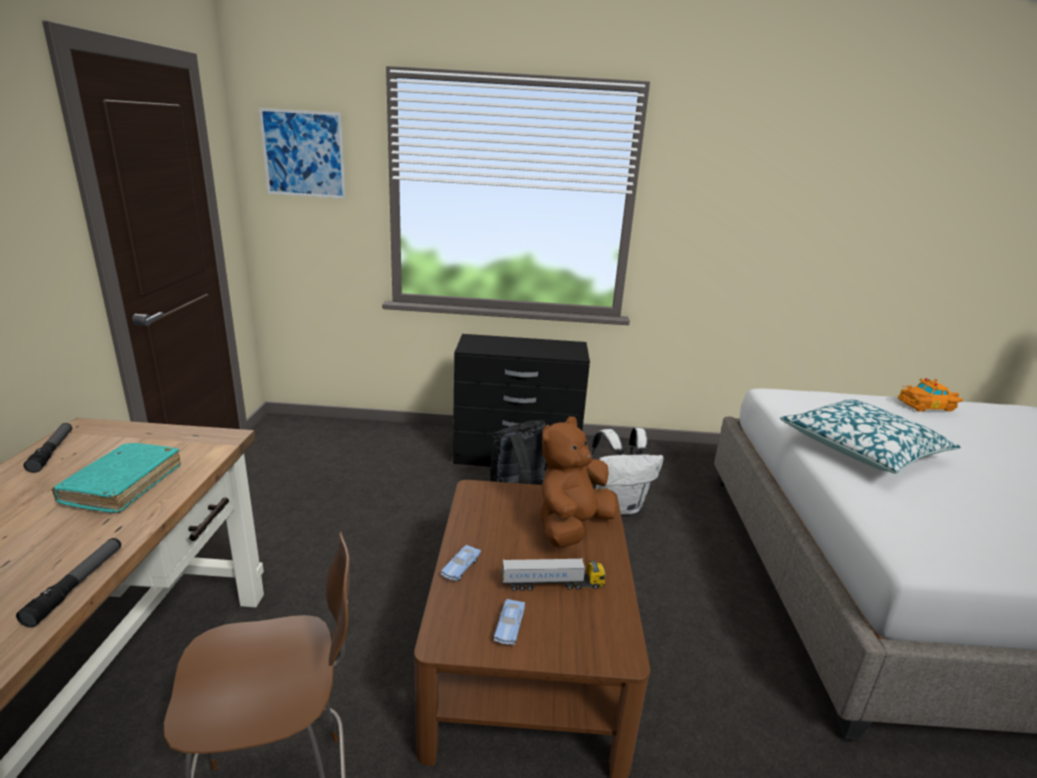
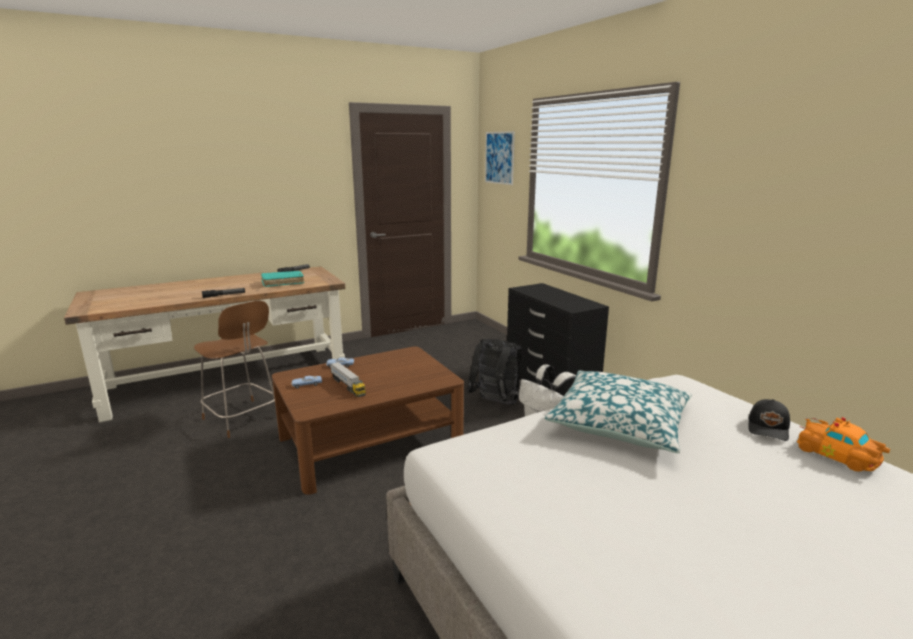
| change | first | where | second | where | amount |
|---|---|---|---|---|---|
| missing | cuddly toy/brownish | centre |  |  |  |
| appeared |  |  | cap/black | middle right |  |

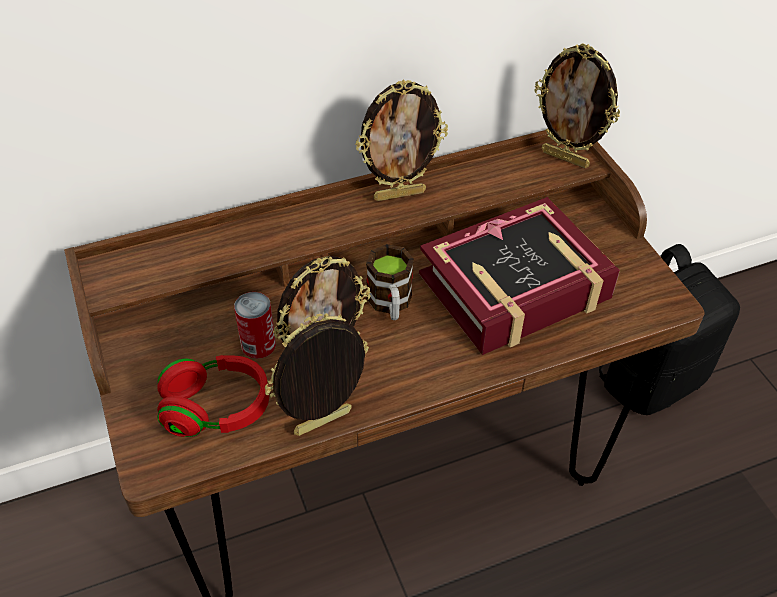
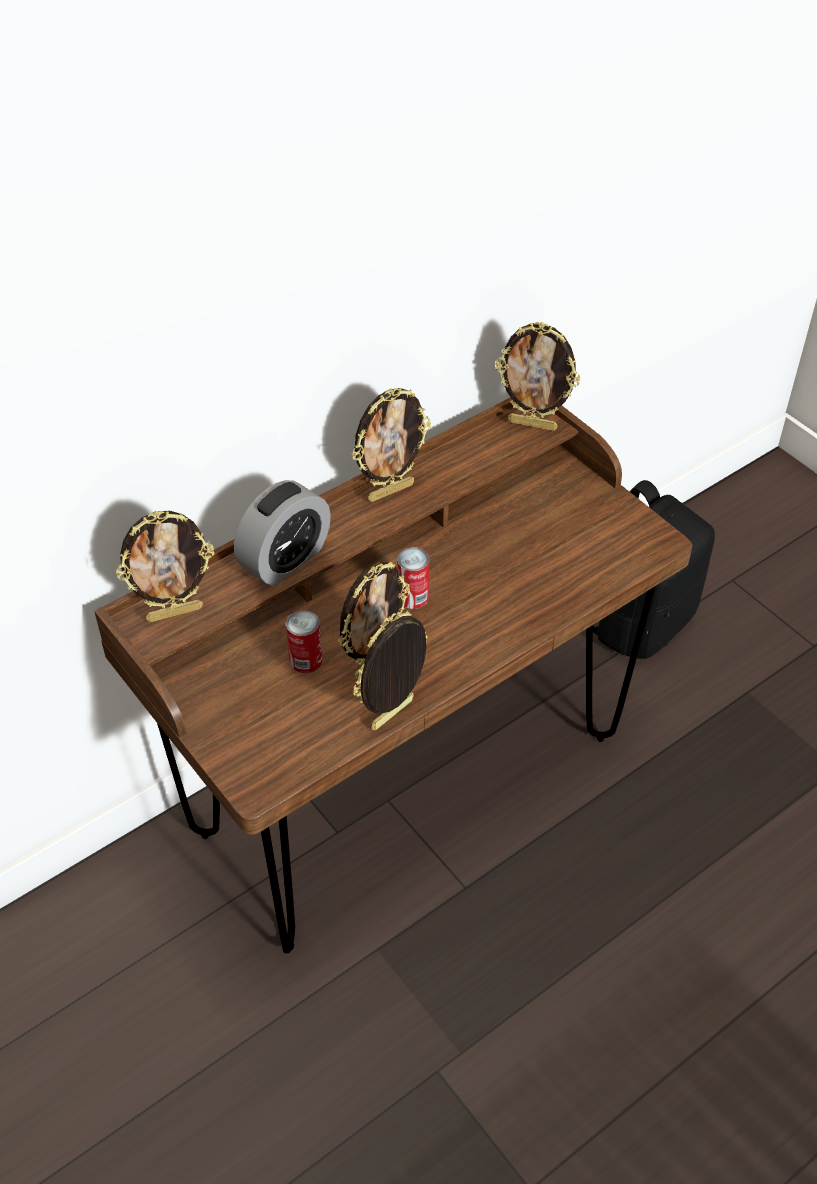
| change | first | where | second | where | amount |
|---|---|---|---|---|---|
| missing | volume | middle right |  |  |  |
| exchanged | coffee mug | centre | sealed can (no. 2 from left) | centre |  |
| missing | headset/red-coloured | middle left |  |  |  |
| appeared |  |  | table clock | centre |  |
| appeared |  |  | photo frame (no. 1 from left) | middle left |  |

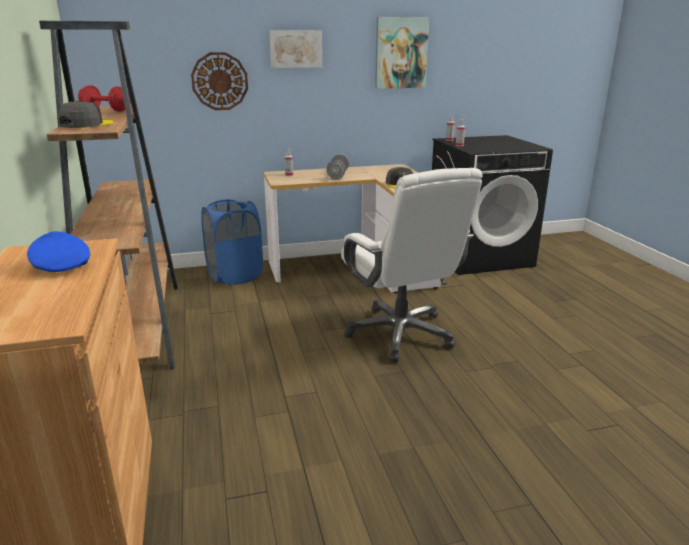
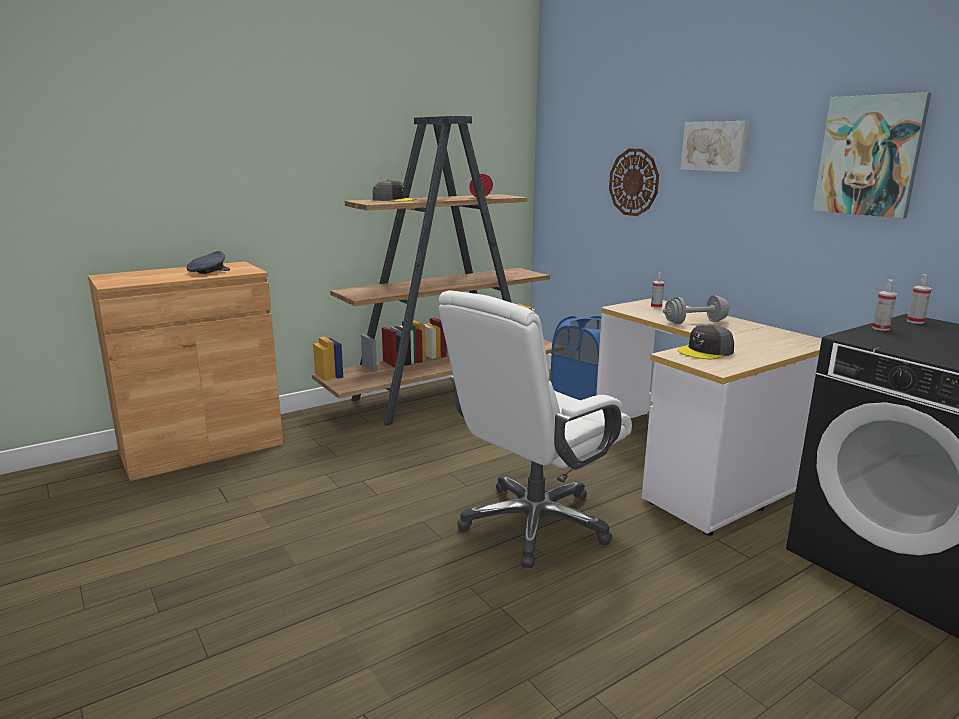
| change | first | where | second | where | amount |
|---|---|---|---|---|---|
| colour | cap/blue-coloured | middle left | cap/gray (no. 1 from left) | middle left |  |

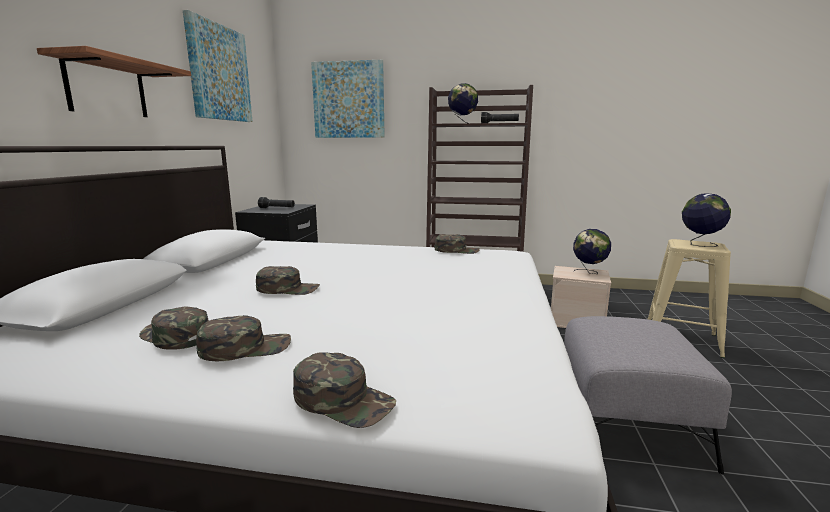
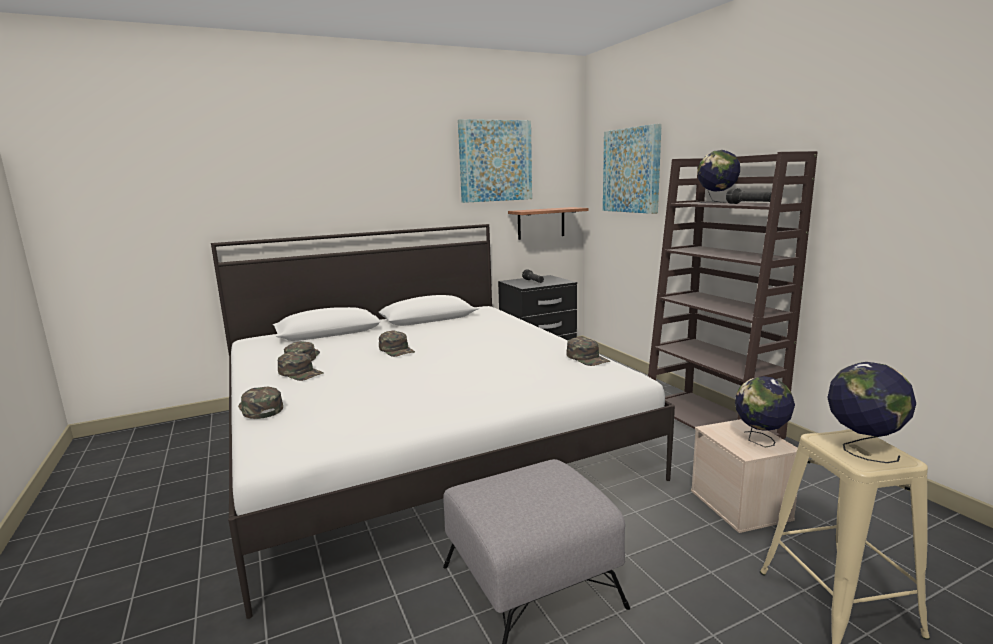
| change | first | where | second | where | amount |
|---|---|---|---|---|---|
| relocated | wall shelf | top left |  | centre |  |
| spun | cap/green-coloured (no. 4 from left in the first image) | bottom centre | cap/green-coloured (no. 1 from left) | middle left | 150 degrees clockwise |

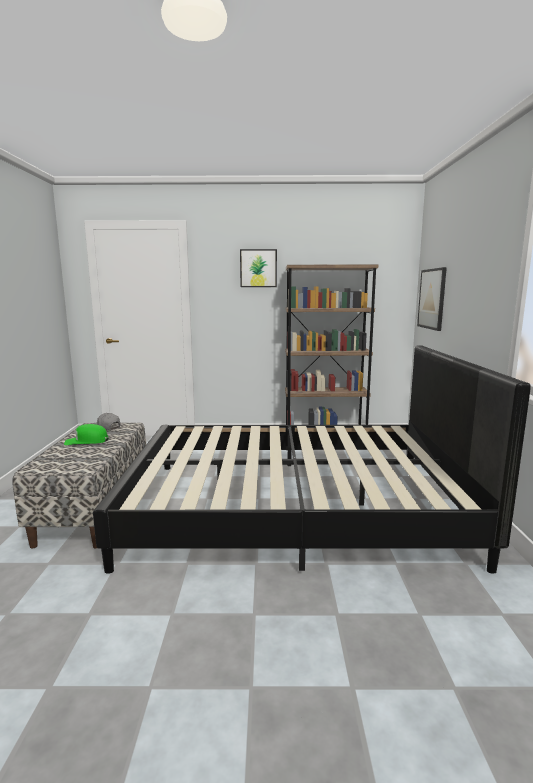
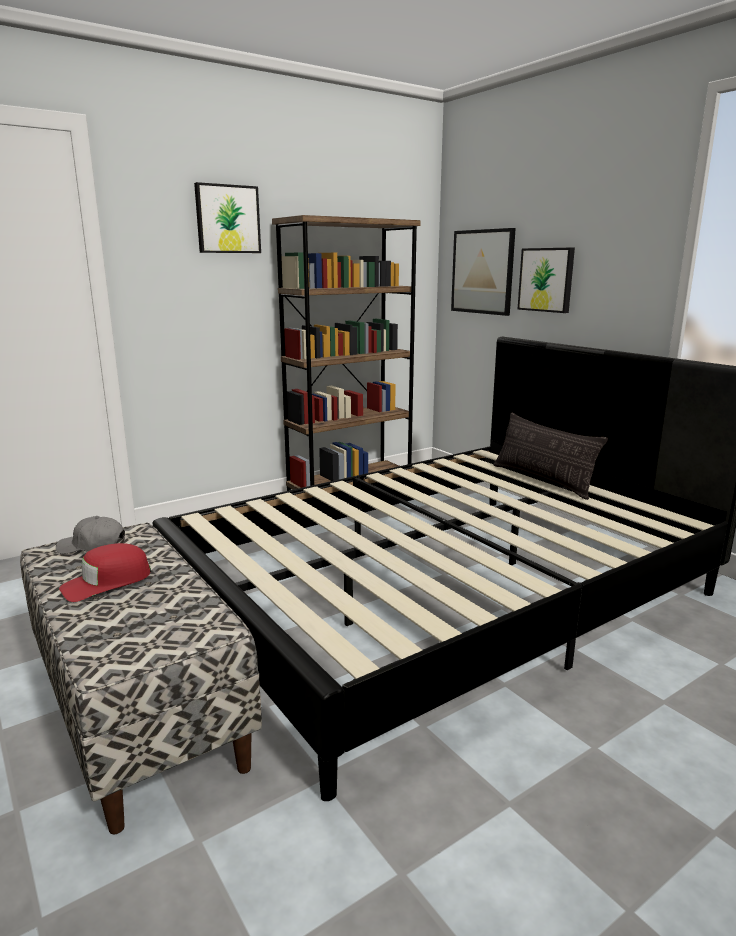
| change | first | where | second | where | amount |
|---|---|---|---|---|---|
| colour | cap/green-coloured | middle left | cap/red-coloured | middle left |  |
| appeared |  |  | wall art (no. 3 from left) | top right |  |
| appeared |  |  | throw pillow | middle right |  |

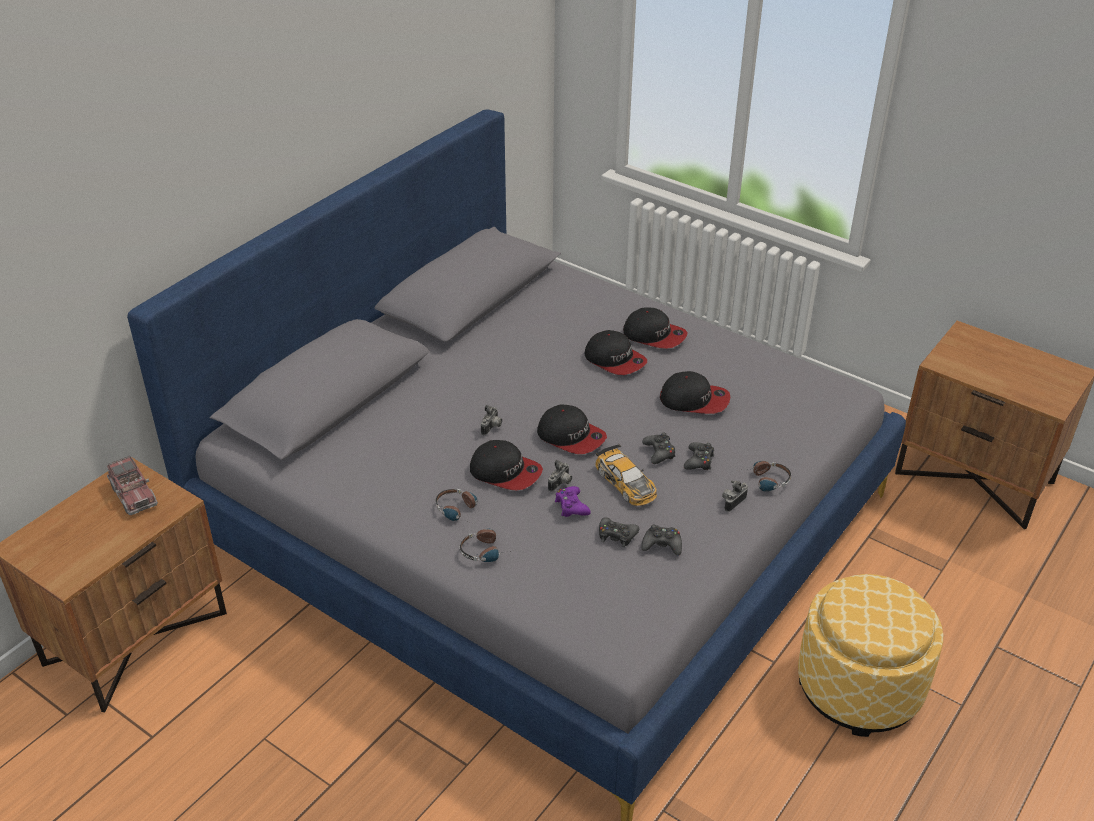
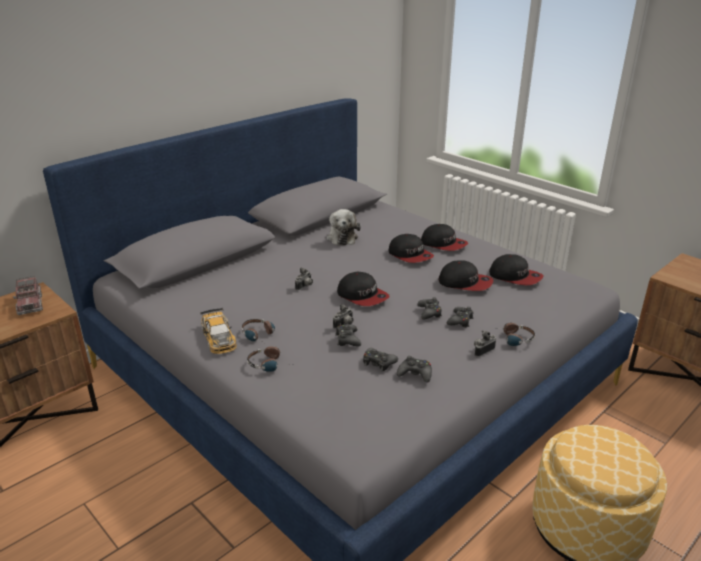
| change | first | where | second | where | amount |
|---|---|---|---|---|---|
| relocated | cap (no. 1 from left in the first image) | centre | cap (no. 5 from left) | middle right |  |
| relocated | model car | centre |  | middle left |  |
| colour | game controller/purplish | centre | game controller/black (no. 1 from left) | centre |  |
| appeared |  |  | cuddly toy | centre |  |

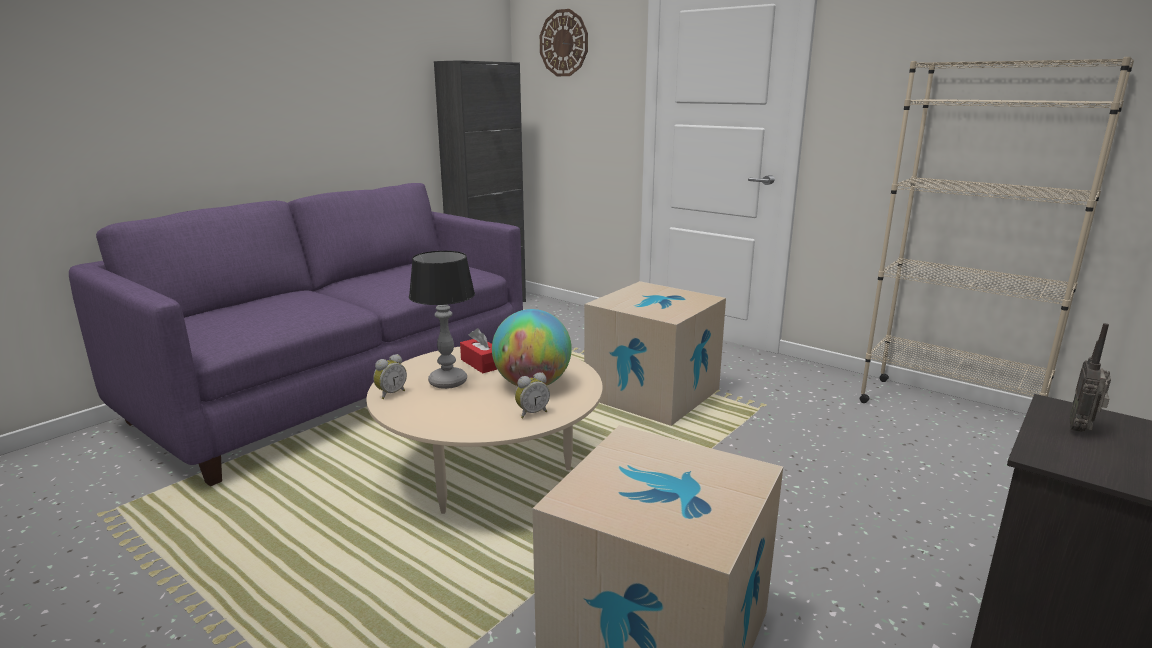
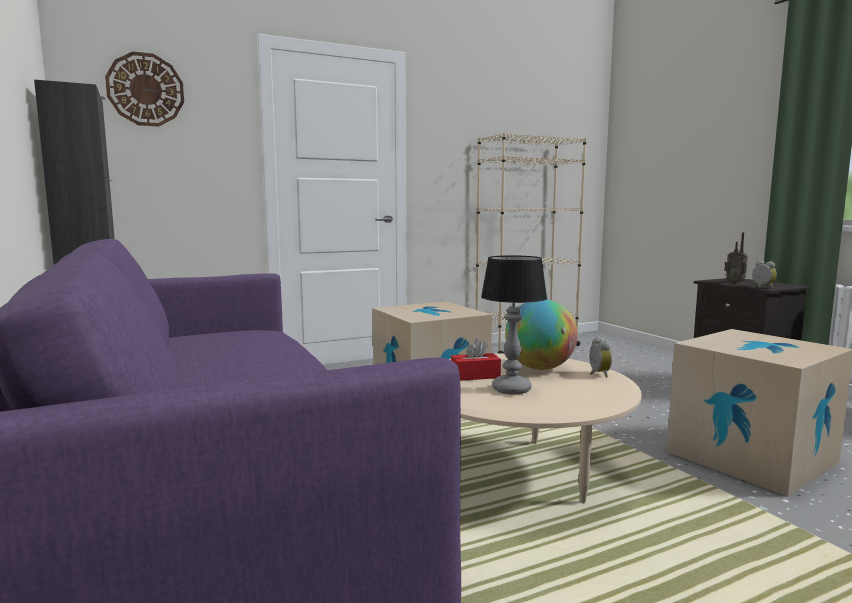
| change | first | where | second | where | amount |
|---|---|---|---|---|---|
| relocated | table clock (no. 1 from left in the first image) | centre | table clock (no. 2 from left) | middle right |  |

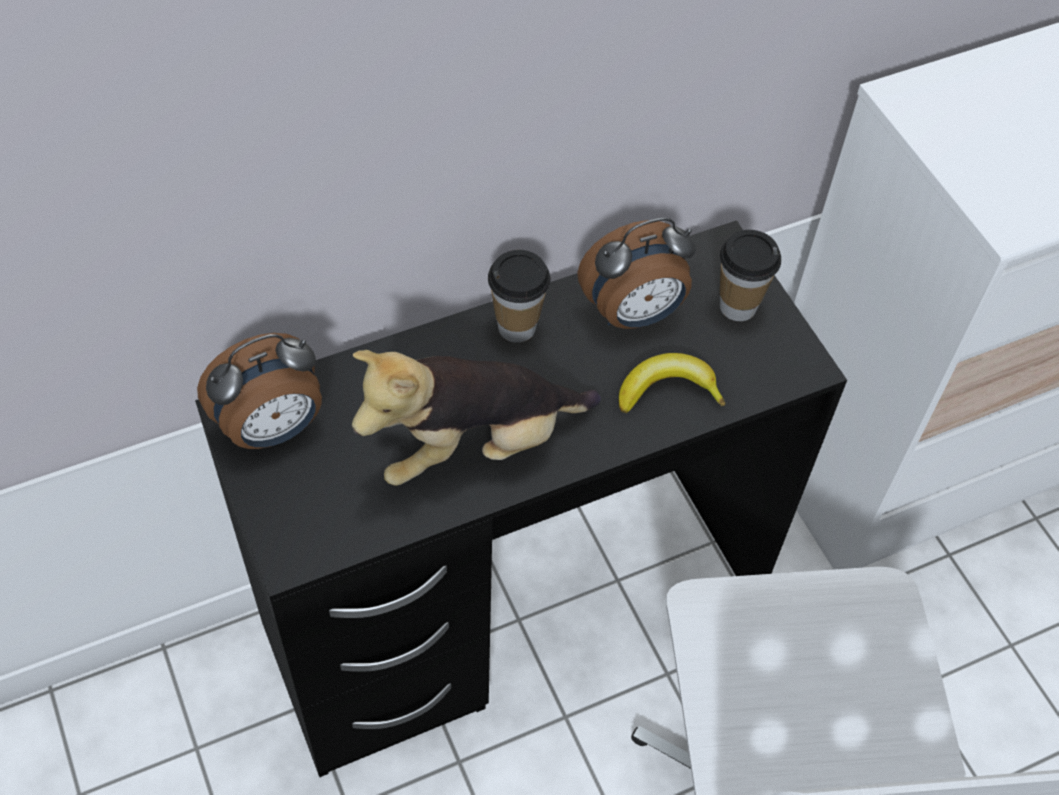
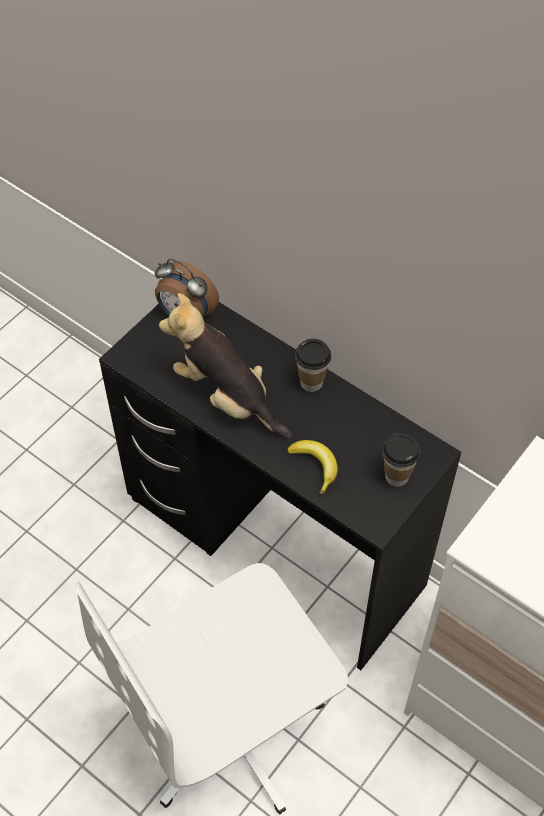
| change | first | where | second | where | amount |
|---|---|---|---|---|---|
| missing | table clock (no. 2 from left) | centre |  |  |  |

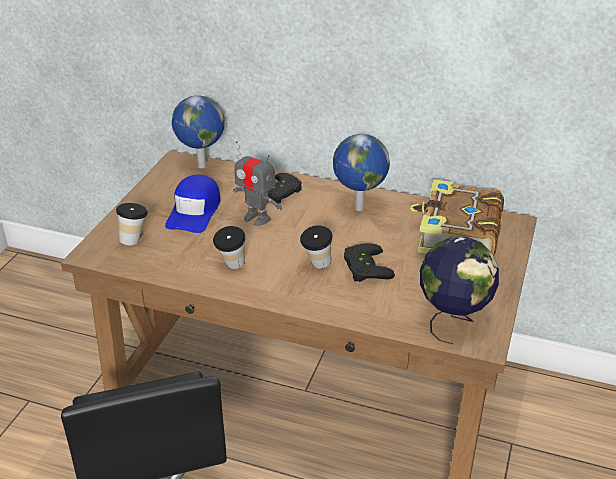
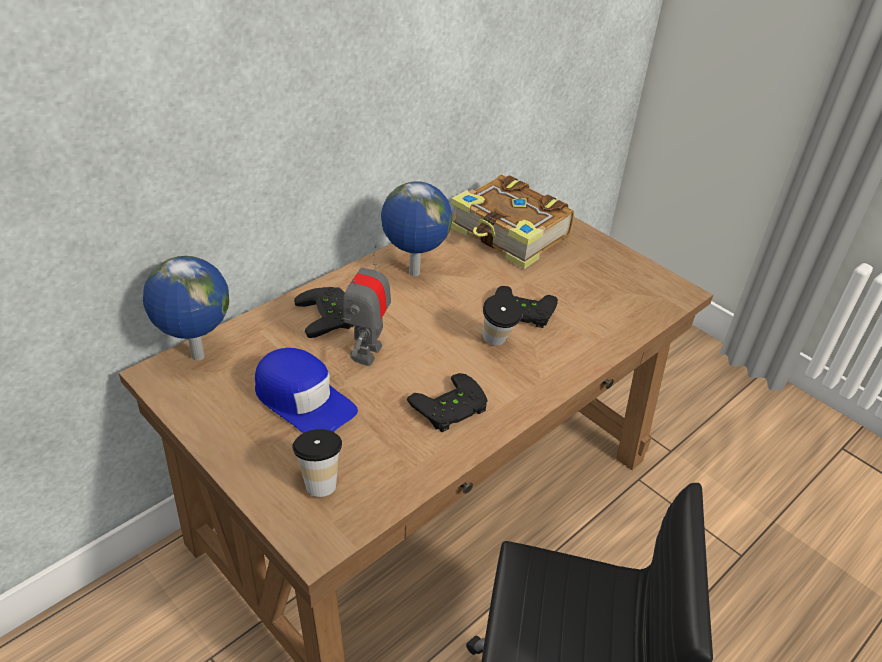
| change | first | where | second | where | amount |
|---|---|---|---|---|---|
| spun | model robot | centre |  | centre | 135 degrees clockwise |
| exchanged | drinking cup (no. 2 from left) | centre | game controller/black (no. 2 from left) | centre |  |
| missing | desk globe (no. 3 from left) | middle right |  |  |  |

